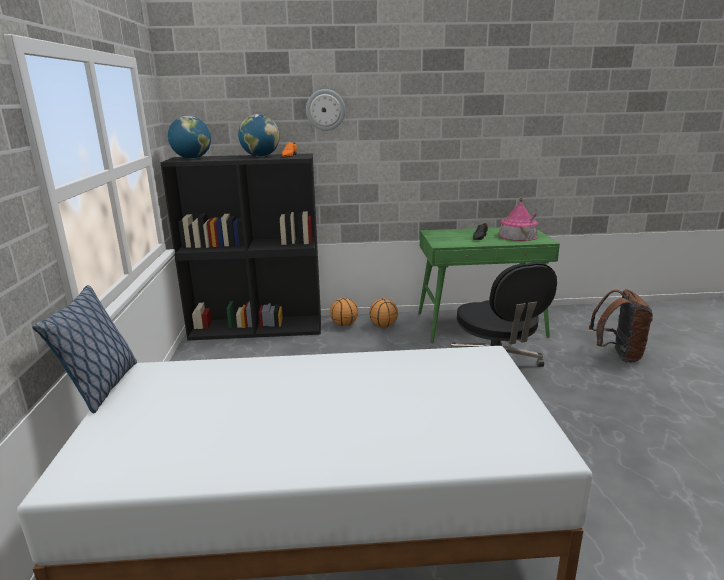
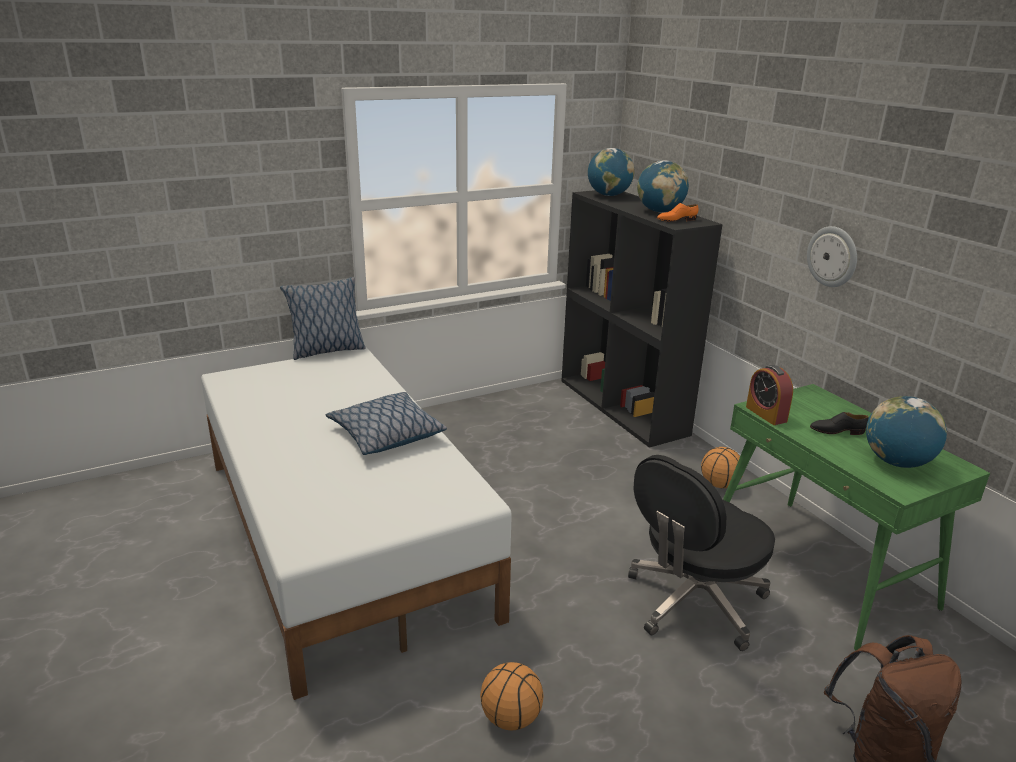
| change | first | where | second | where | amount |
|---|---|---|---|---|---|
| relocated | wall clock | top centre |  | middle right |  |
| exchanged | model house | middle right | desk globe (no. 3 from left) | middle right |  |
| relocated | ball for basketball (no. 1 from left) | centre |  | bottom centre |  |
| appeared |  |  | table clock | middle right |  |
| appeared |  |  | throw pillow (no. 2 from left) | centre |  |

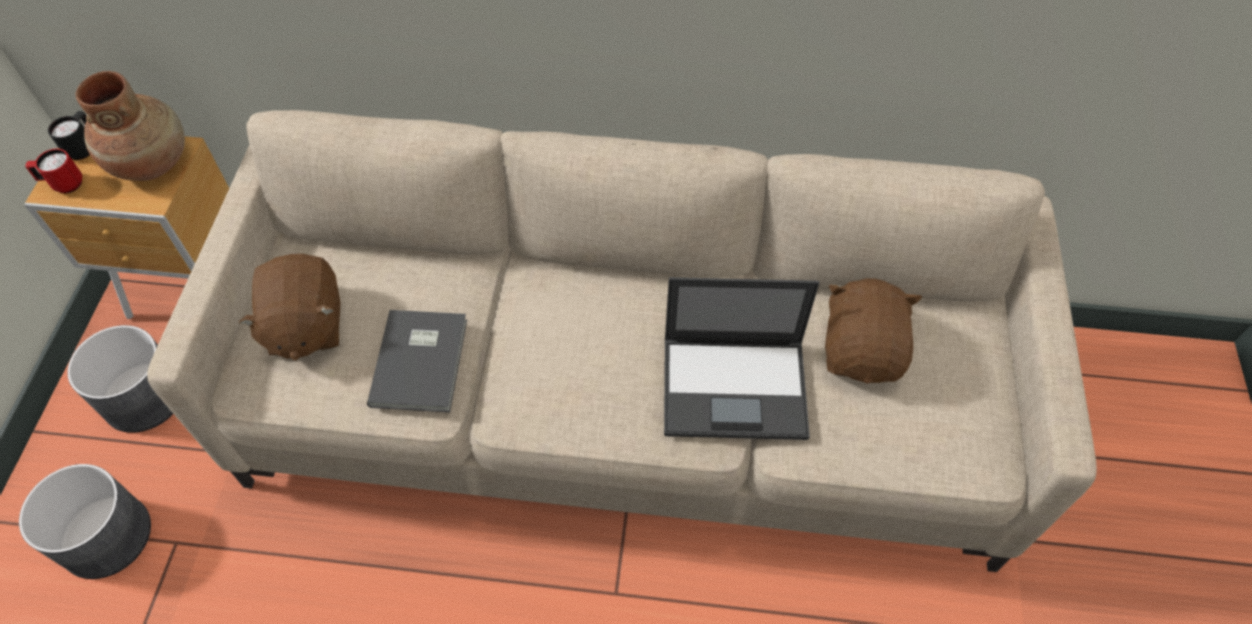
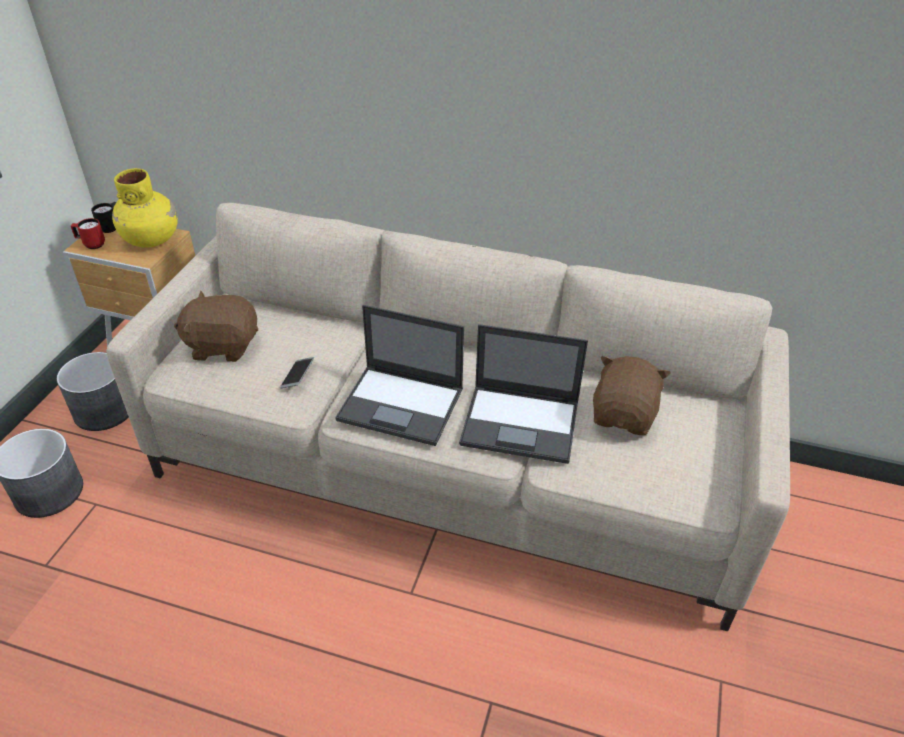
| change | first | where | second | where | amount |
|---|---|---|---|---|---|
| colour | decorative vase/brownish | top left | decorative vase/yellow-coloured | top left |  |
| spun | cuddly toy/brownish (no. 1 from left) | middle left |  | middle left | 90 degrees clockwise |
| exchanged | volume/gray | middle left | telephone | middle left |  |
| appeared |  |  | laptop (no. 1 from left) | centre |  |

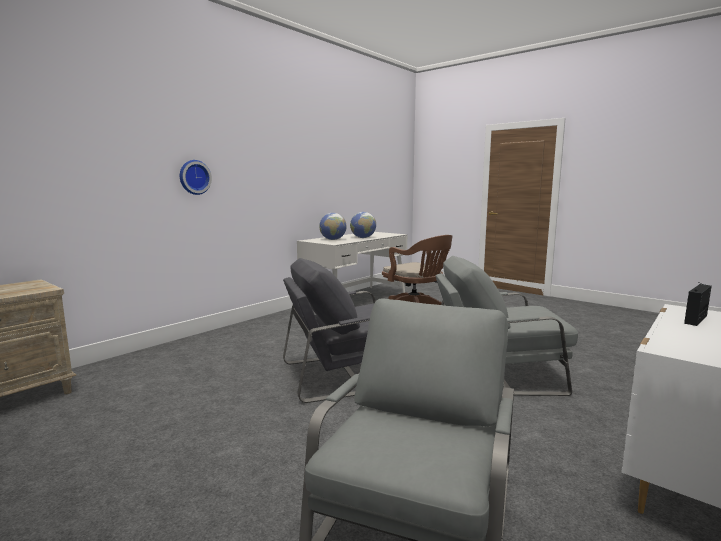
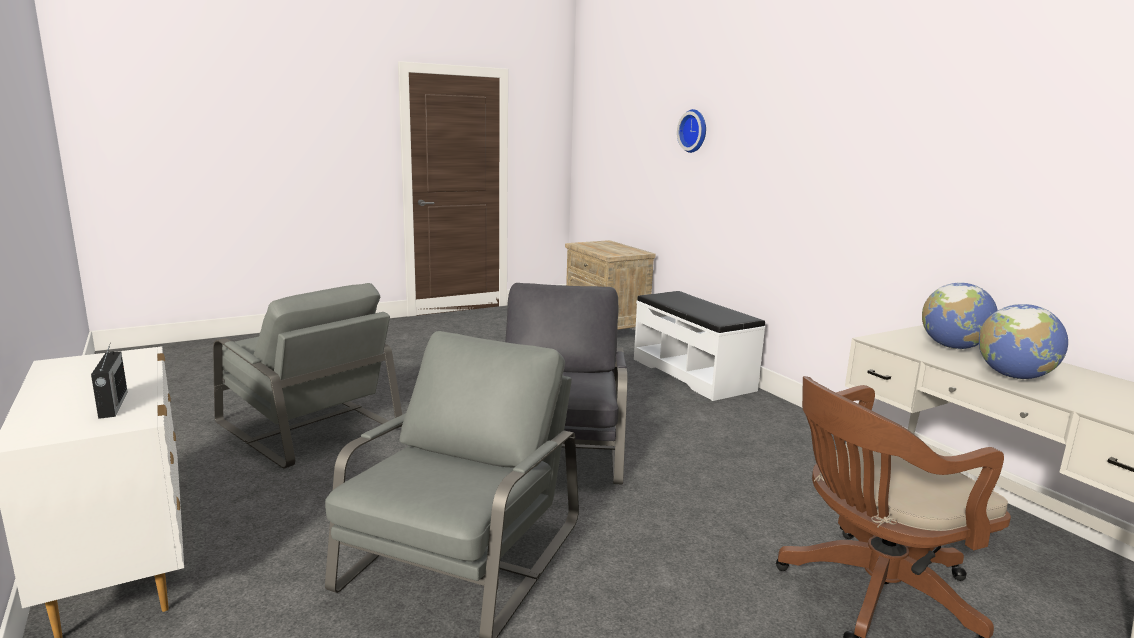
| change | first | where | second | where | amount |
|---|---|---|---|---|---|
| relocated | wall clock | top left |  | top centre |  |
| appeared |  |  | bench/white | centre |  |

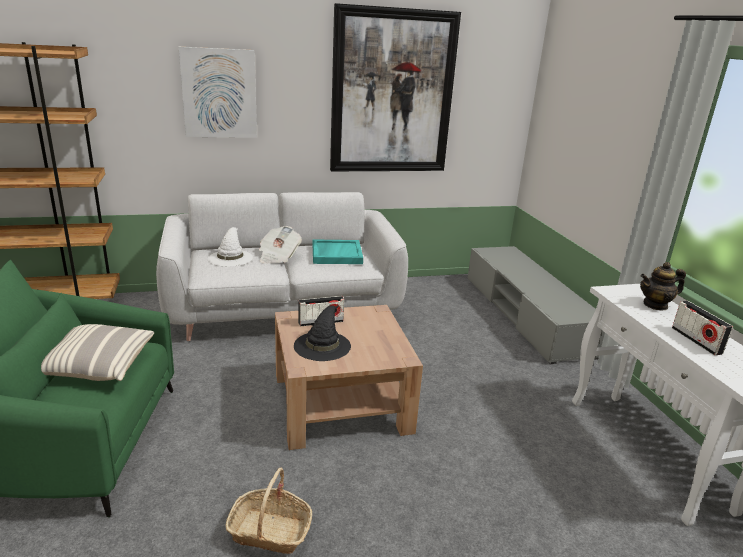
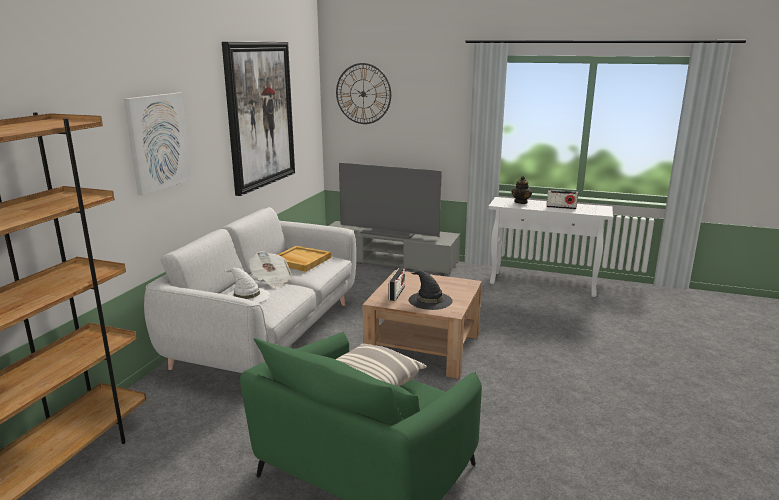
| change | first | where | second | where | amount |
|---|---|---|---|---|---|
| colour | tray/blue-green | centre | tray/beige | centre |  |
| missing | household basket | bottom centre |  |  |  |
| appeared |  |  | wall clock | top centre |  |
| appeared |  |  | TV | centre |  |

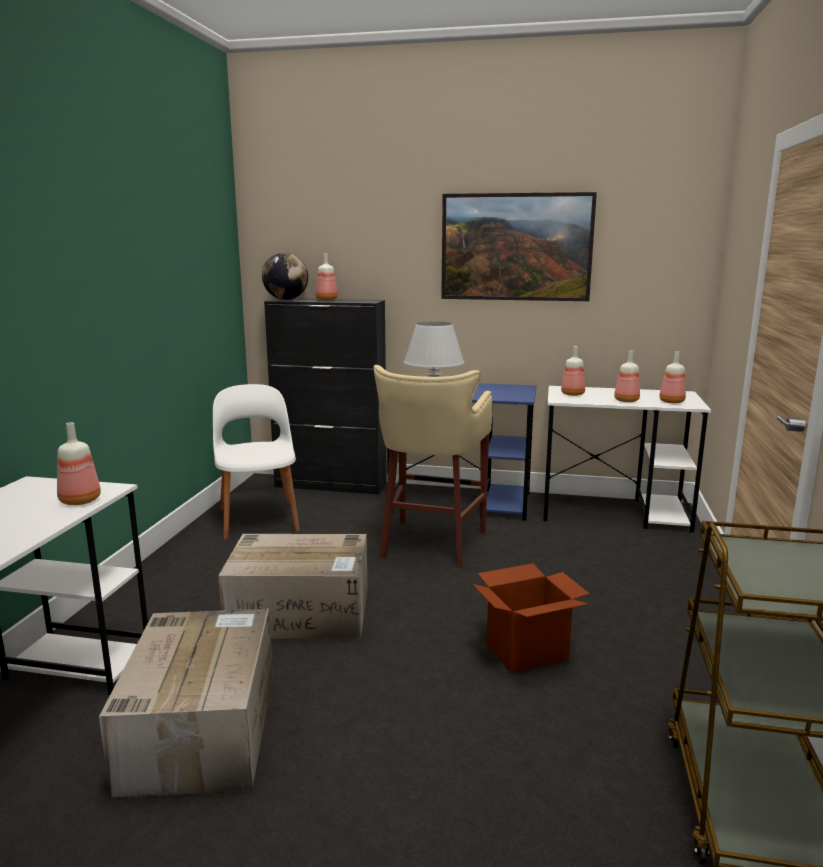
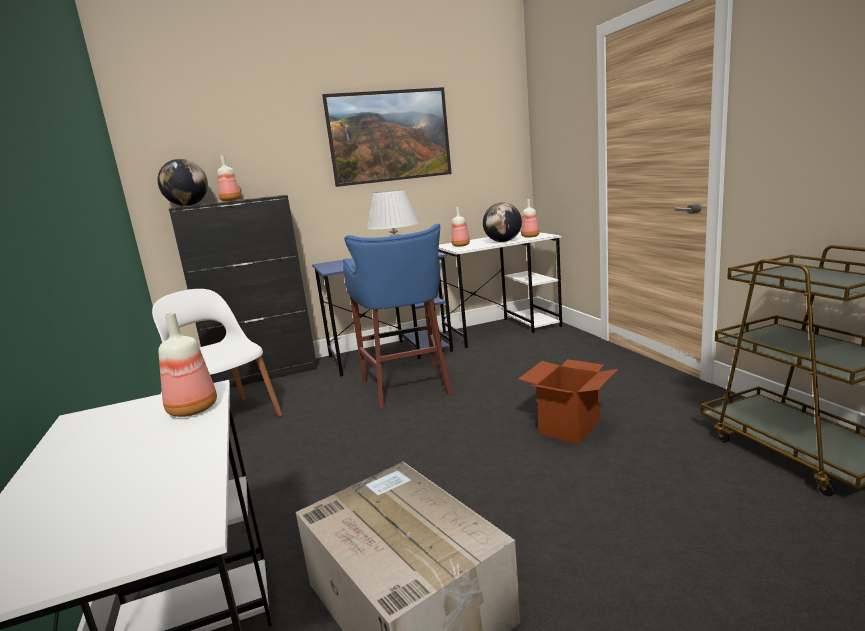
| change | first | where | second | where | amount |
|---|---|---|---|---|---|
| exchanged | drink bottle (no. 4 from left) | middle right | desk globe (no. 2 from left) | centre |  |
| colour | stool/beige | centre | stool/blue-coloured | centre |  |
| missing | packing box (no. 2 from left) | bottom centre |  |  |  |

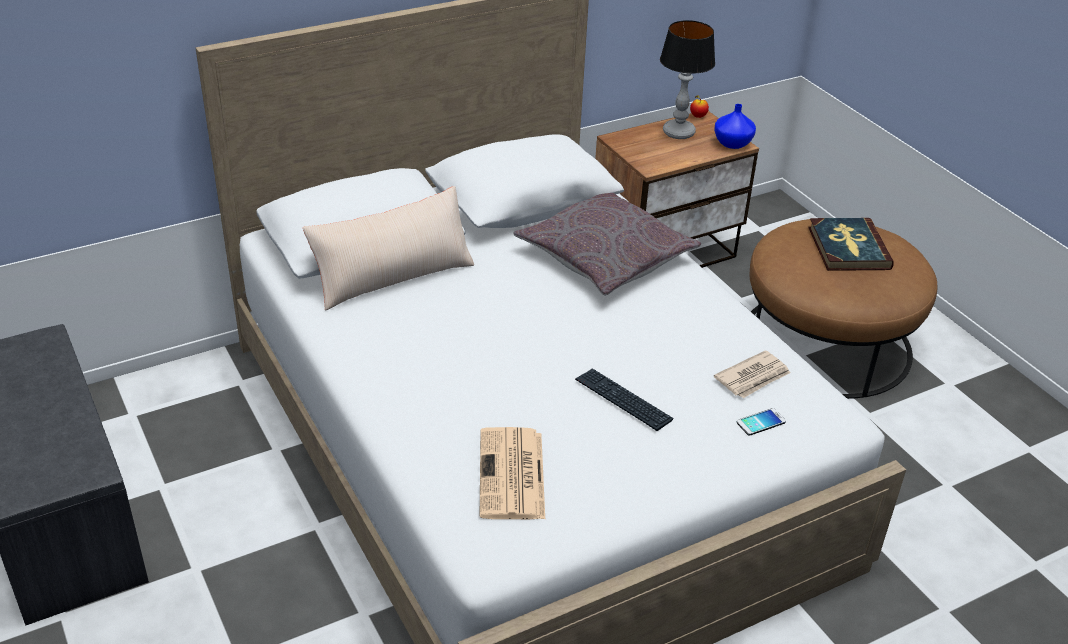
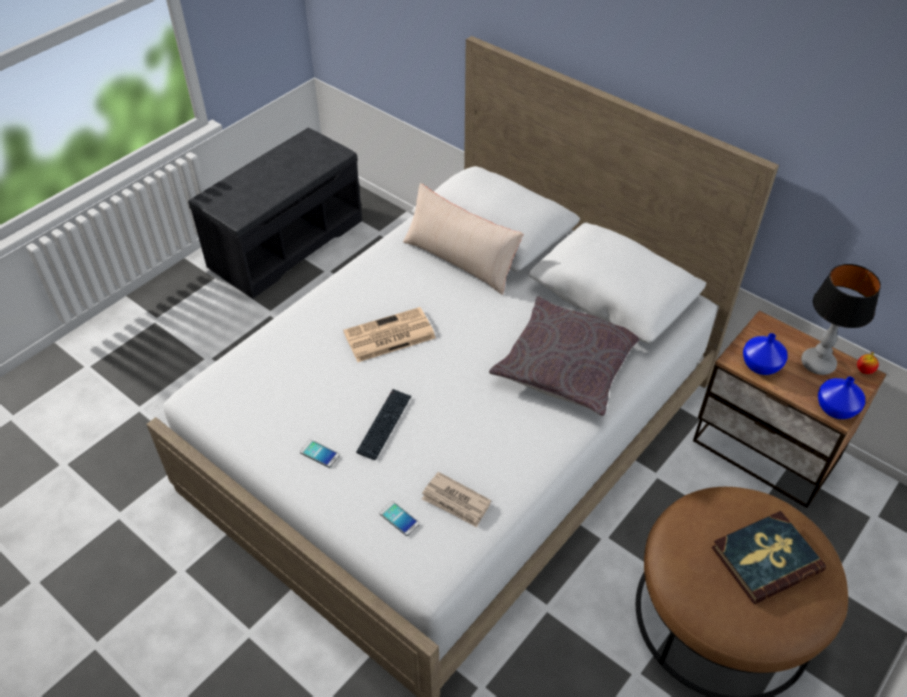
| change | first | where | second | where | amount |
|---|---|---|---|---|---|
| relocated | daily paper (no. 1 from left) | bottom centre |  | centre |  |
| appeared |  |  | decorative vase/blue-coloured (no. 1 from left) | middle right |  |
| appeared |  |  | telephone (no. 1 from left) | centre |  |

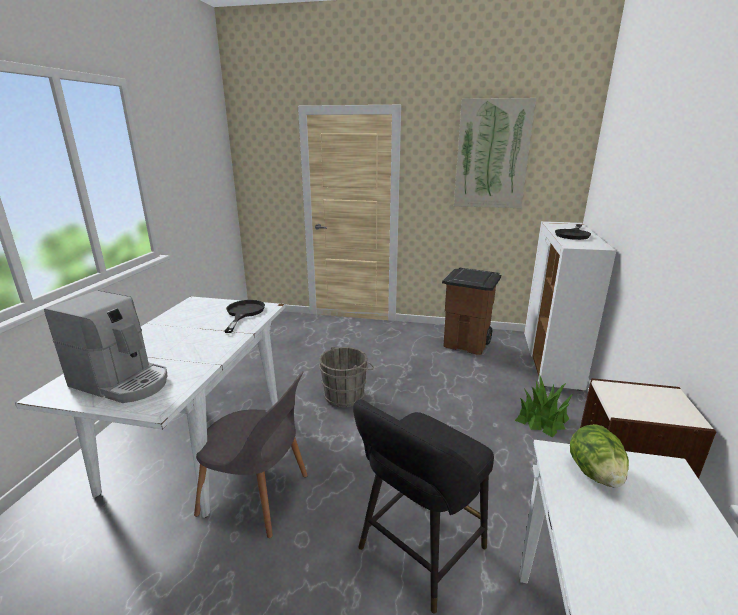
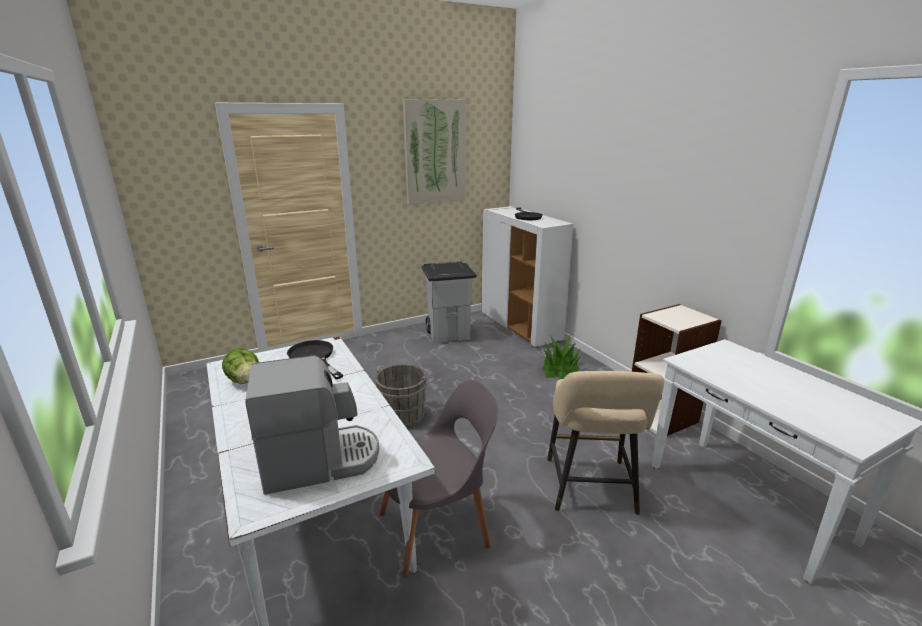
| change | first | where | second | where | amount |
|---|---|---|---|---|---|
| colour | trash can/brownish | centre | trash can/gray | centre |  |
| colour | stool/black | bottom centre | stool/beige | bottom centre |  |
| relocated | lettuce head | bottom right |  | middle left |  |

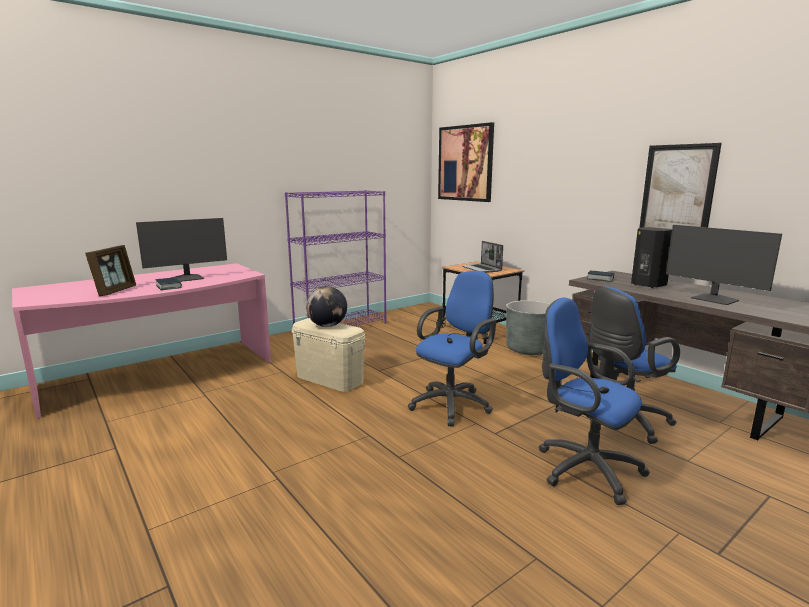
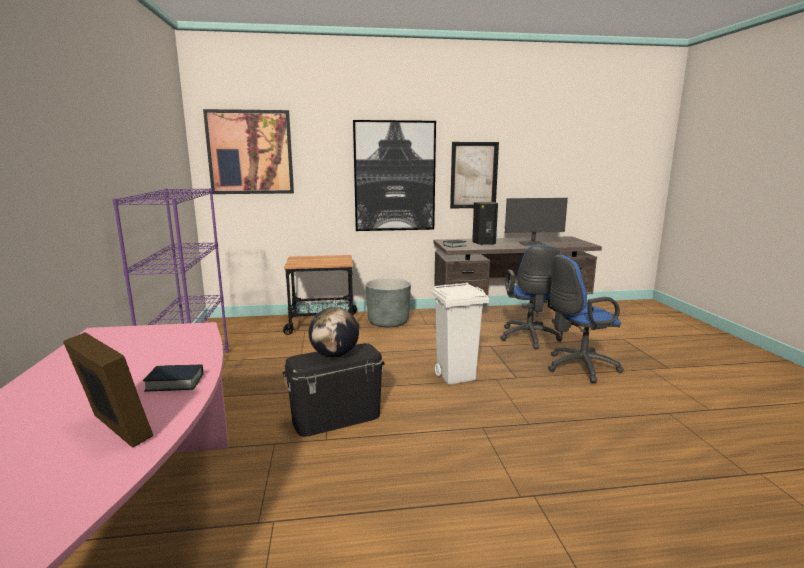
| change | first | where | second | where | amount |
|---|---|---|---|---|---|
| missing | computer display (no. 1 from left) | middle left |  |  |  |
| missing | laptop | centre |  |  |  |
| exchanged | desk chair/blue-coloured (no. 1 from left) | centre | trash can/white | centre |  |
| colour | storage container/beige | centre | storage container/black | bottom centre |  |
| appeared |  |  | wall art (no. 2 from left) | top centre |  |

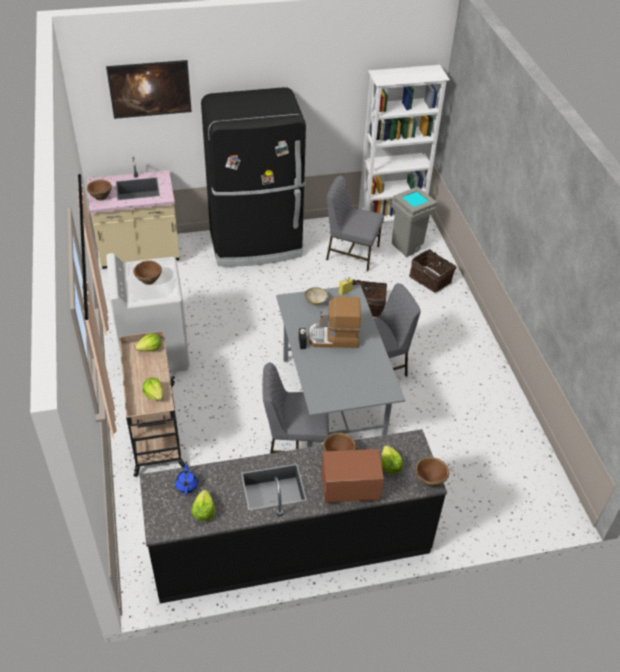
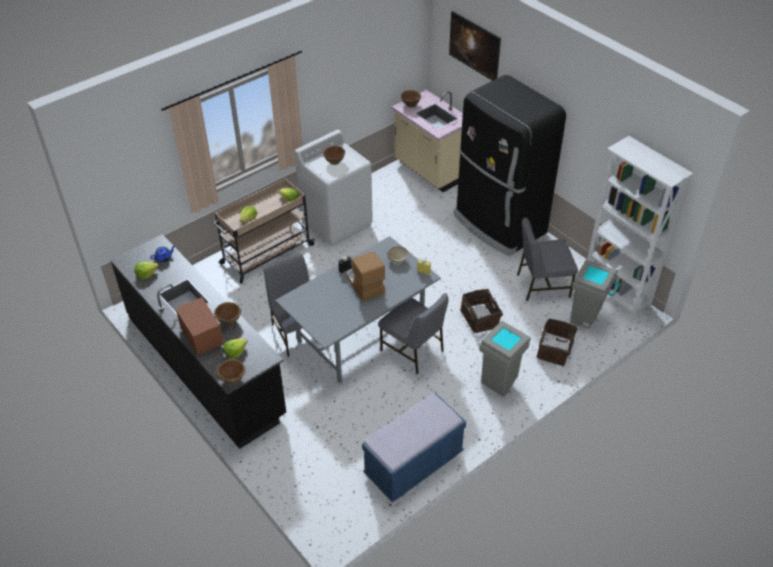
| change | first | where | second | where | amount |
|---|---|---|---|---|---|
| spun | upright chair/gray (no. 2 from left in the first image) | top centre | upright chair/gray (no. 3 from left) | middle right | 90 degrees counterclockwise |
| appeared |  |  | trash can/gray (no. 1 from left) | centre |  |
| appeared |  |  | bench/blue-coloured | bottom centre |  |

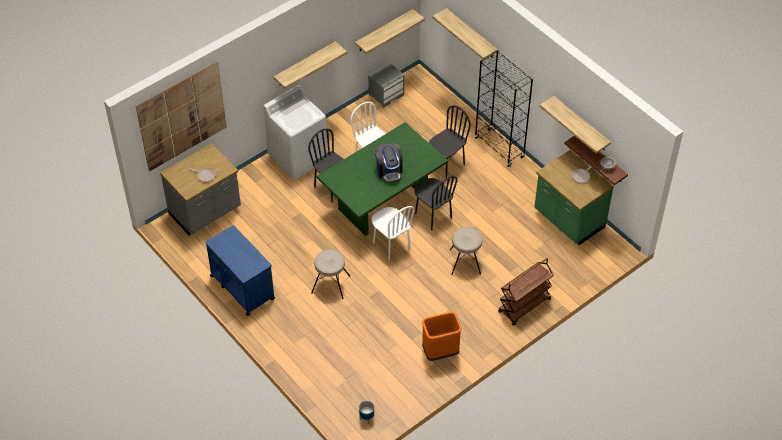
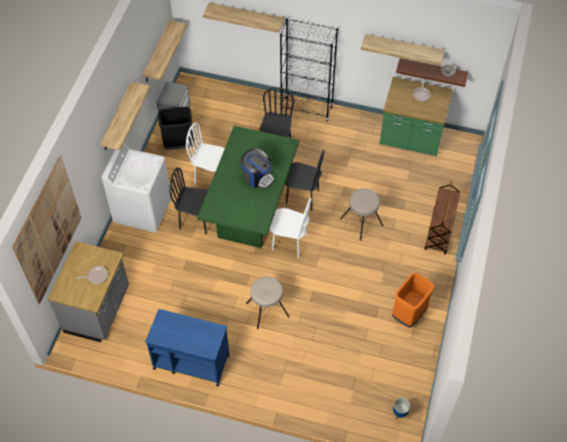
| change | first | where | second | where | amount |
|---|---|---|---|---|---|
| appeared |  |  | trash can/black | top left |  |

